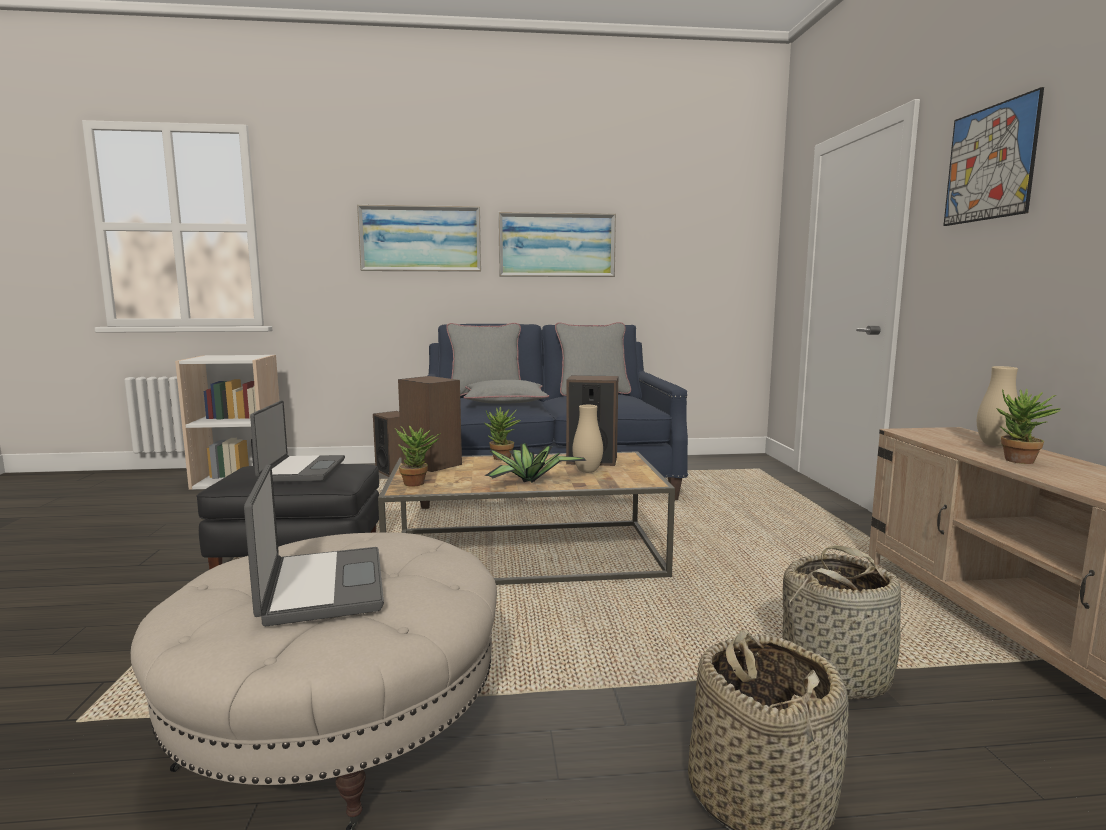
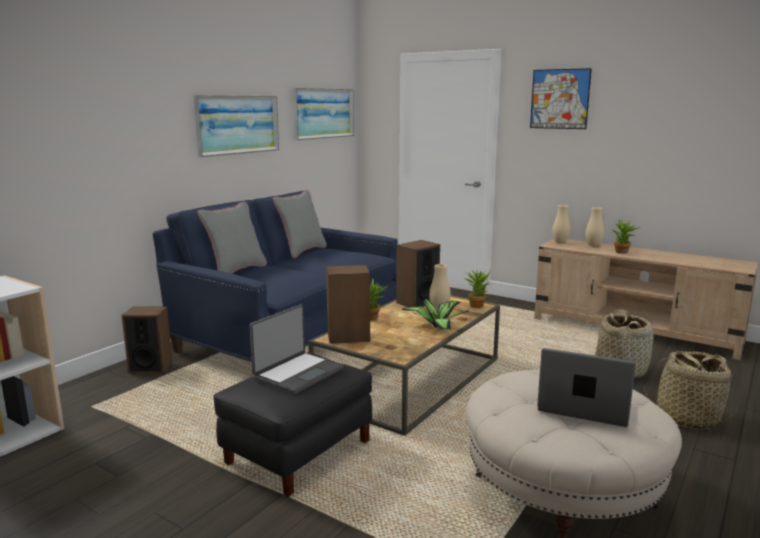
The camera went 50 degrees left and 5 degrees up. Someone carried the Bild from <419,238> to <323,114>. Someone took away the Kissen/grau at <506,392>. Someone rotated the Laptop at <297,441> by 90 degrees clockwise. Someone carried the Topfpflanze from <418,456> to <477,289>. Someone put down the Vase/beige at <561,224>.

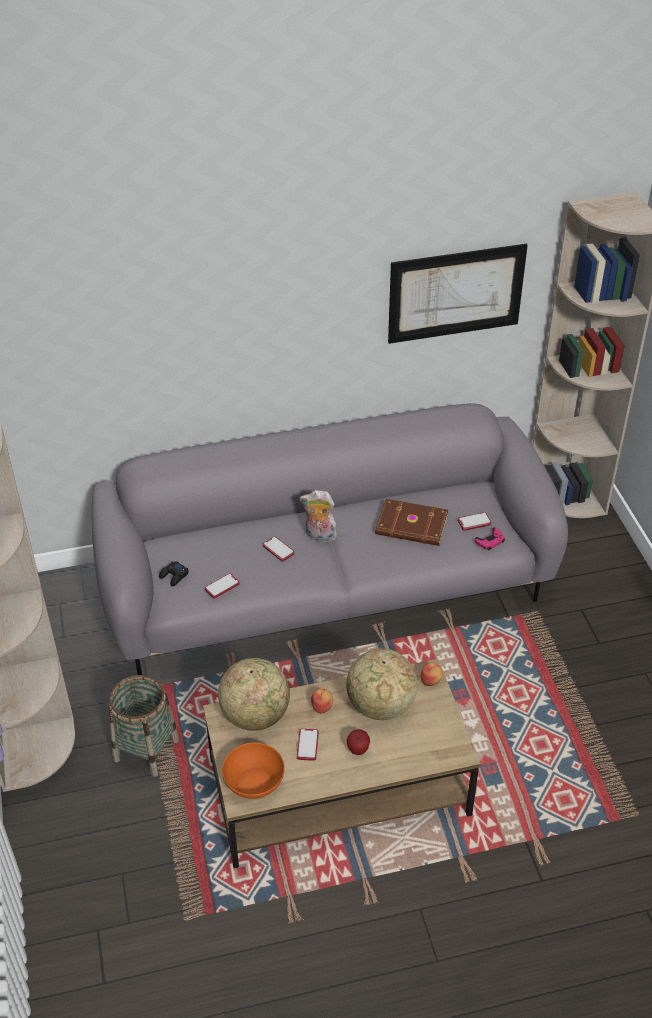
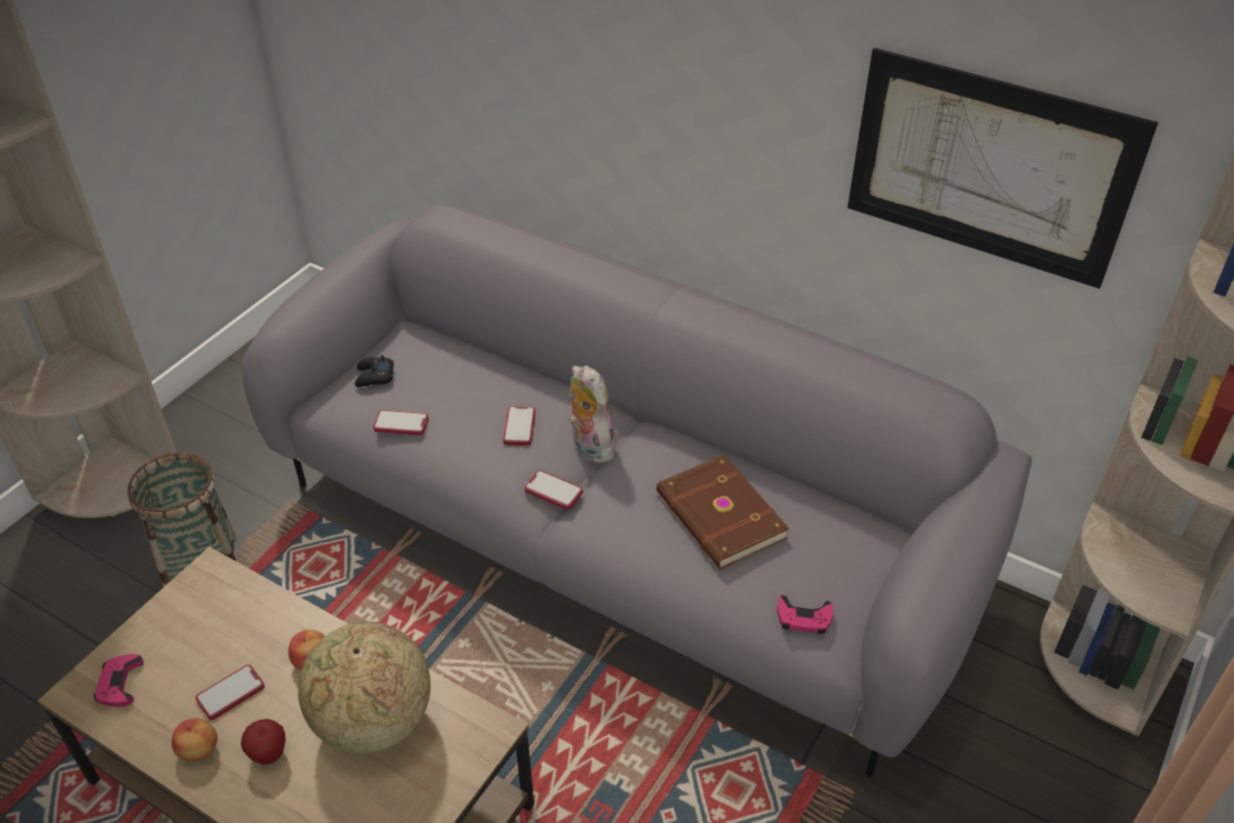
The camera went 45 degrees right and 0 degrees up. Someone carried the Handy from <474,521> to <553,490>. Someone took away the Globus at <254,694>. Someone carried the Apfel from <432,674> to <195,739>. Someone swapped the Schüssel/orange at <253,771> for the Gamepad/rosa at <118,680>.

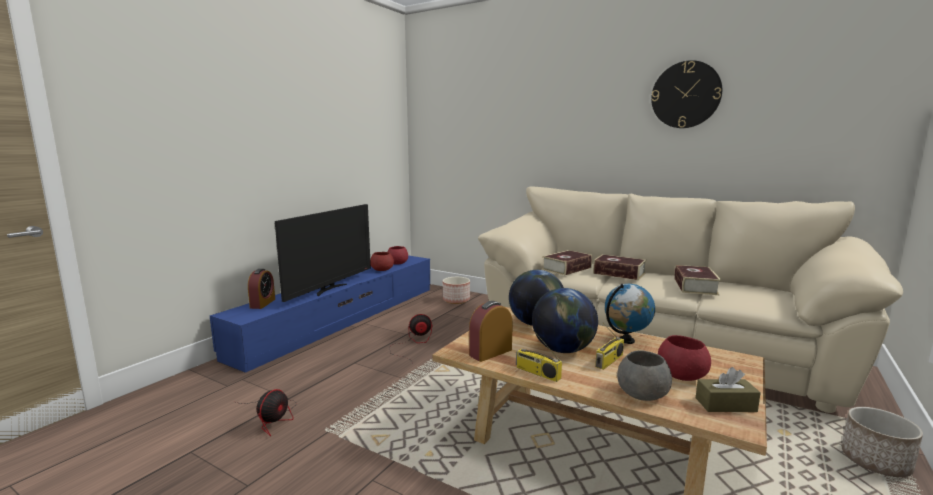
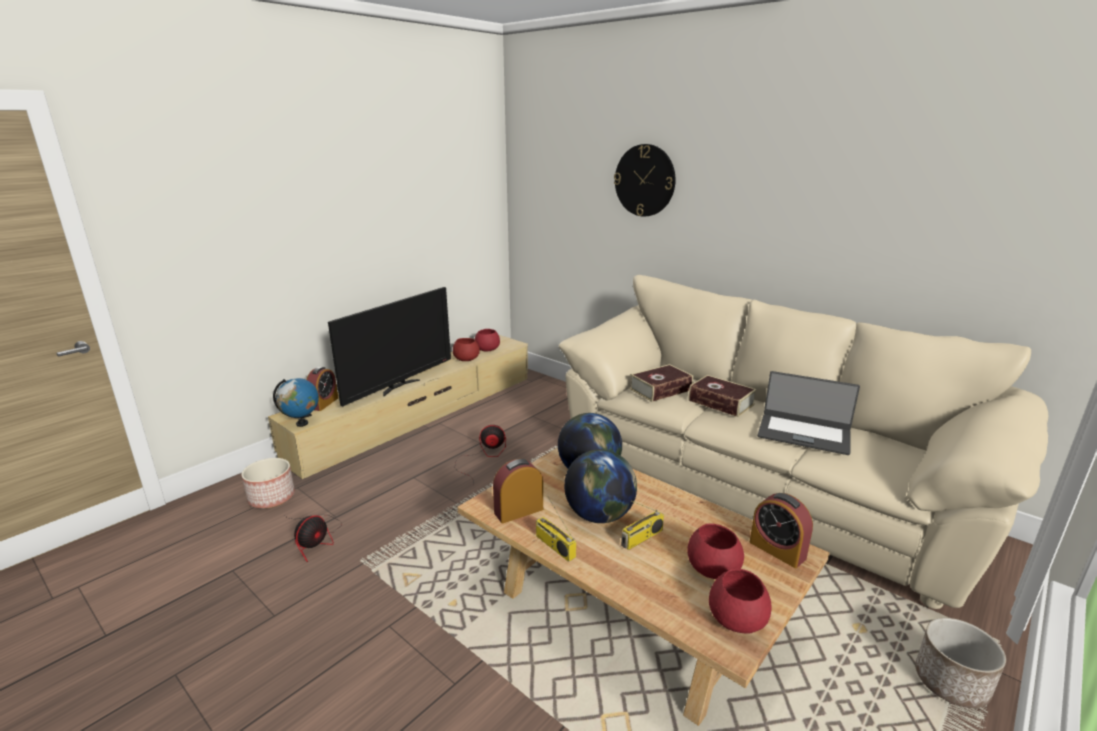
The camera went 10 degrees right and 10 degrees up. Someone carried the Wanduhr from <686,94> to <645,180>. Someone repainted the Fernsehschrank/blau at <320,314>, which became the Fernsehschrank/beige at <398,407>. Someone swapped the Buch at <697,280> for the Laptop at <809,413>. Someone carried the Pflanzkübel from <456,290> to <268,483>. Someone carried the Globus from <630,314> to <296,402>. Someone took away the Schüssel/grau at <644,375>. Someone swapped the Taschentuchbox/braun at <728,389> for the Schüssel/rot at <740,601>. Someone put down the Wecker at <781,530>.

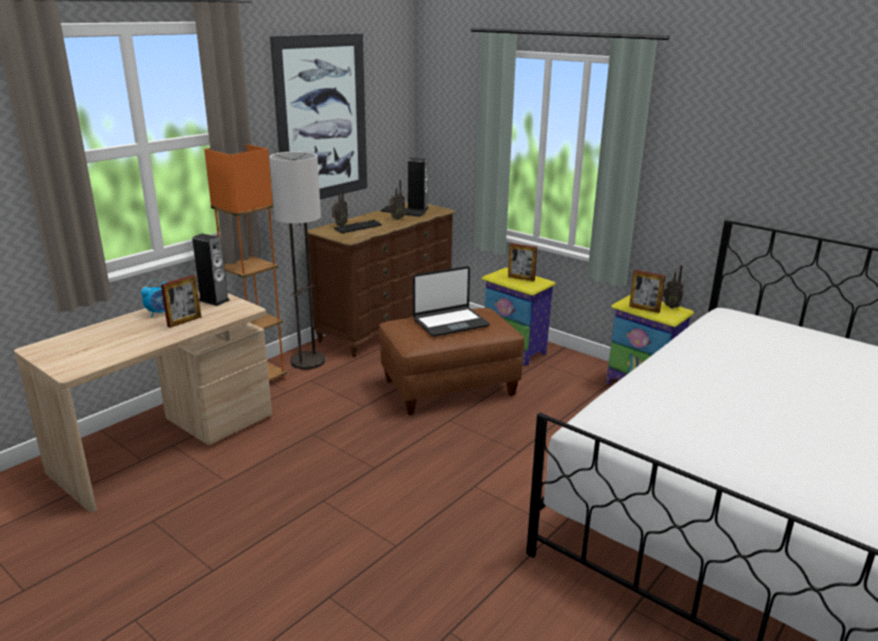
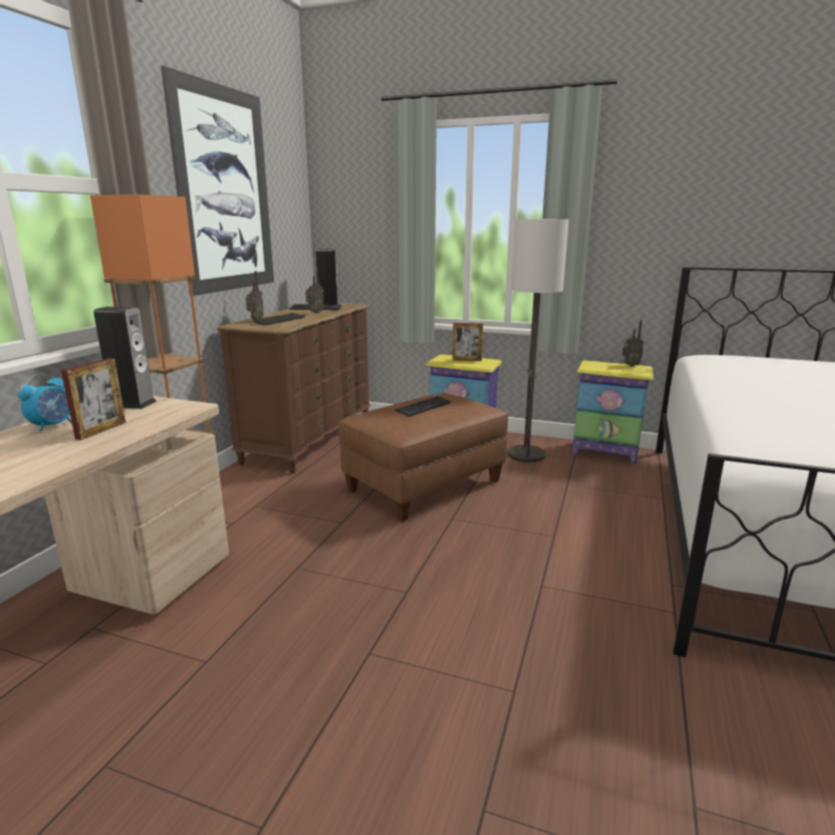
The camera went 20 degrees left and 5 degrees down. Someone carried the Stehlampe from <297,260> to <538,340>. Someone swapped the Laptop at <451,301> for the Tastatur at <423,406>. Someone took away the Bilderrahmen at <647,291>.

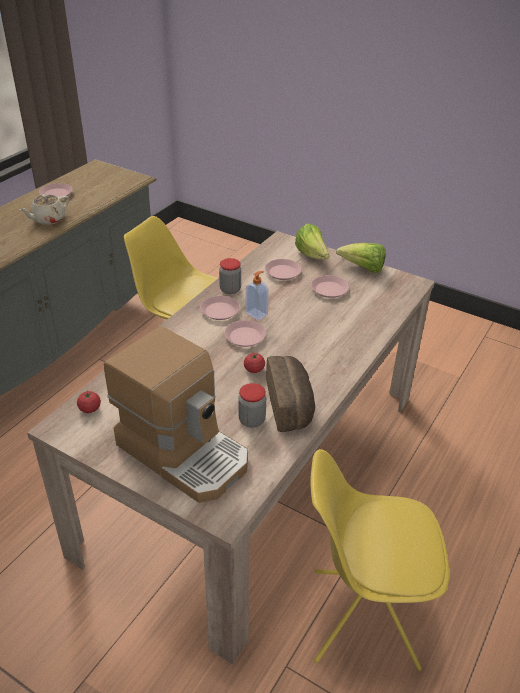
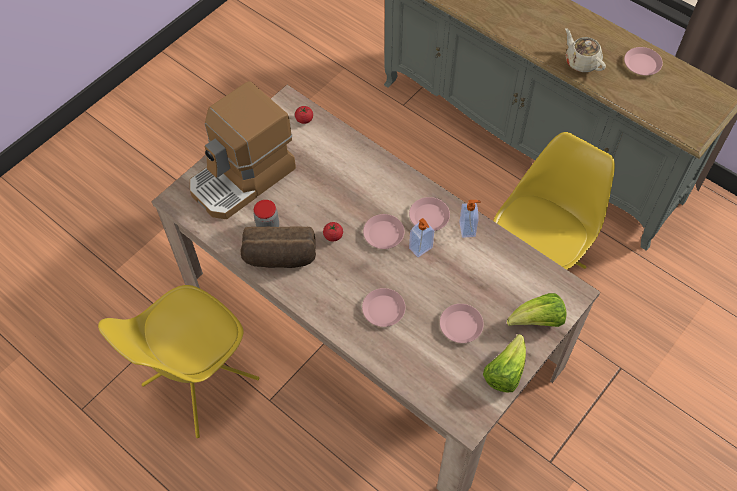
The camera went 100 degrees right and 20 degrees up. Someone swapped the Vorratsglas at <230,276> for the Seifenspender at <470,219>. Someone carried the Teller/rosa from <283,269> to <383,307>. Someone rotated the Stuhl/gelb at <379,560> by 150 degrees counterclockwise.

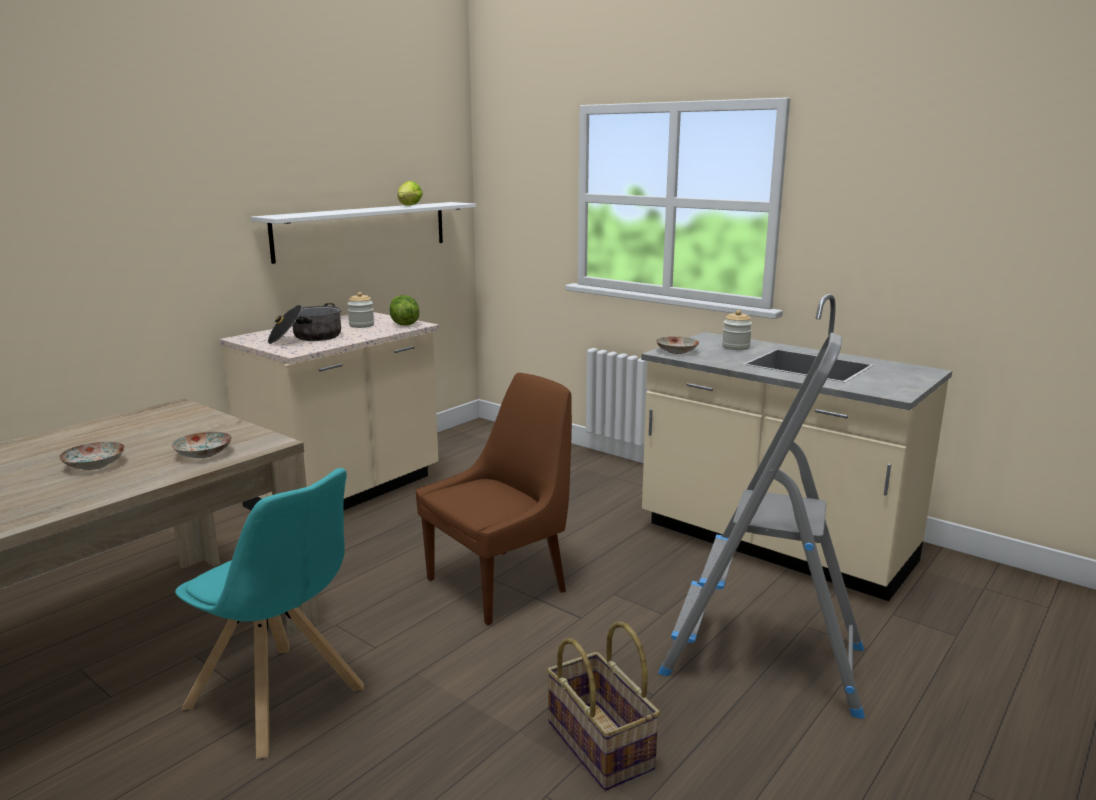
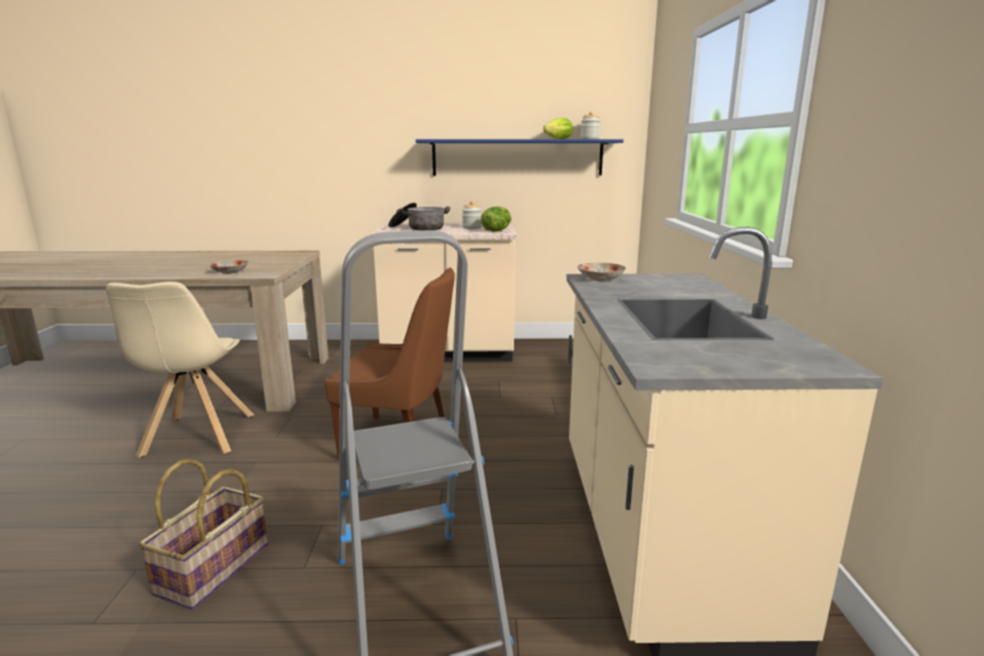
The camera went 50 degrees right and 0 degrees up. Someone repainted the Wandregal/weiß at <363,233>, which became the Wandregal/blau at <519,157>. Someone carried the Vorratsglas from <737,330> to <590,125>. Someone took away the Teller at <92,456>. Someone repainted the Stuhl/türkis at <269,613>, which became the Stuhl/beige at <180,370>.

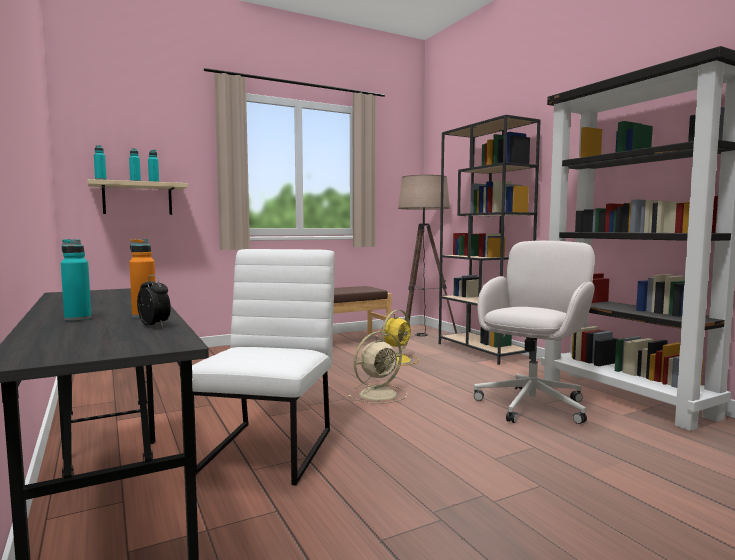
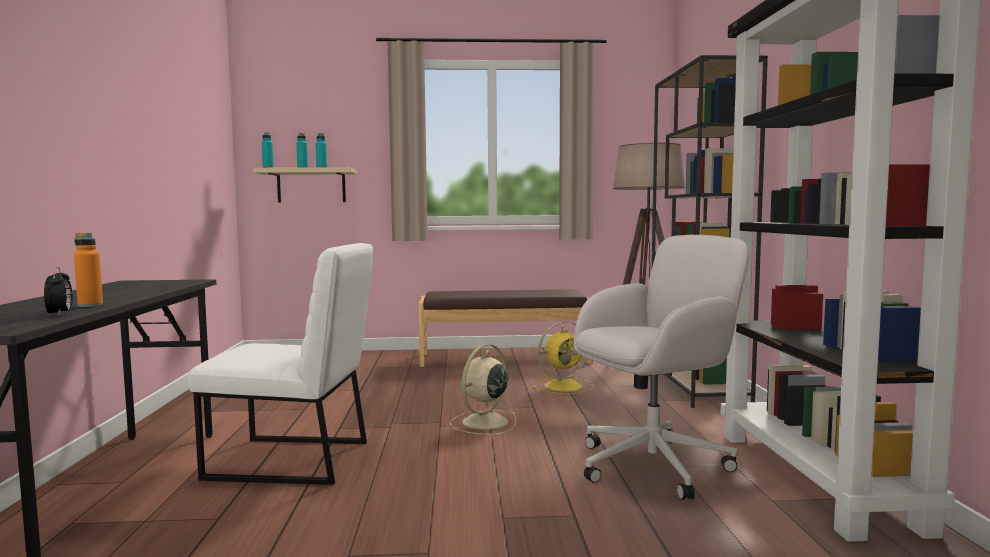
The camera went 25 degrees right and 0 degrees up. Someone took away the Flasche/türkis at <76,280>. Someone rotated the Stuhl/weiß at <263,367> by 60 degrees clockwise. Someone rotated the Ventilator/beige at <378,367> by 135 degrees clockwise.

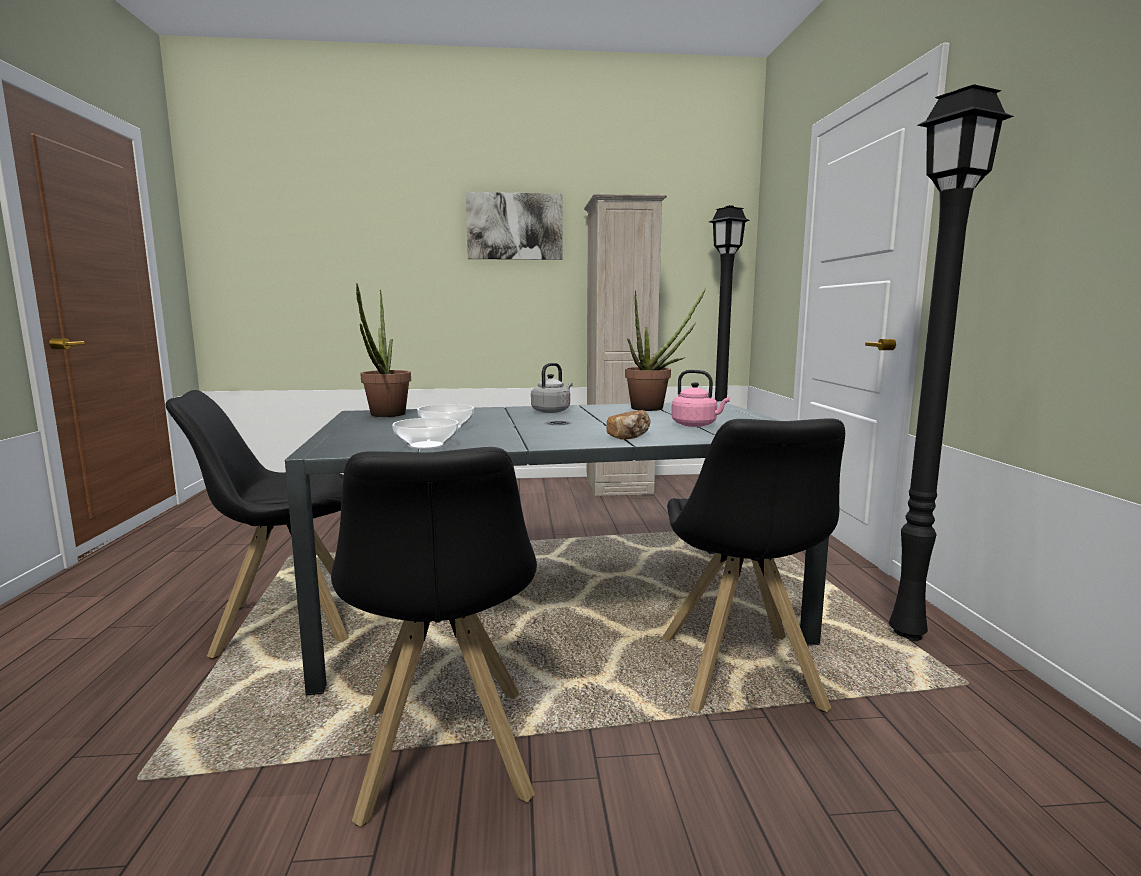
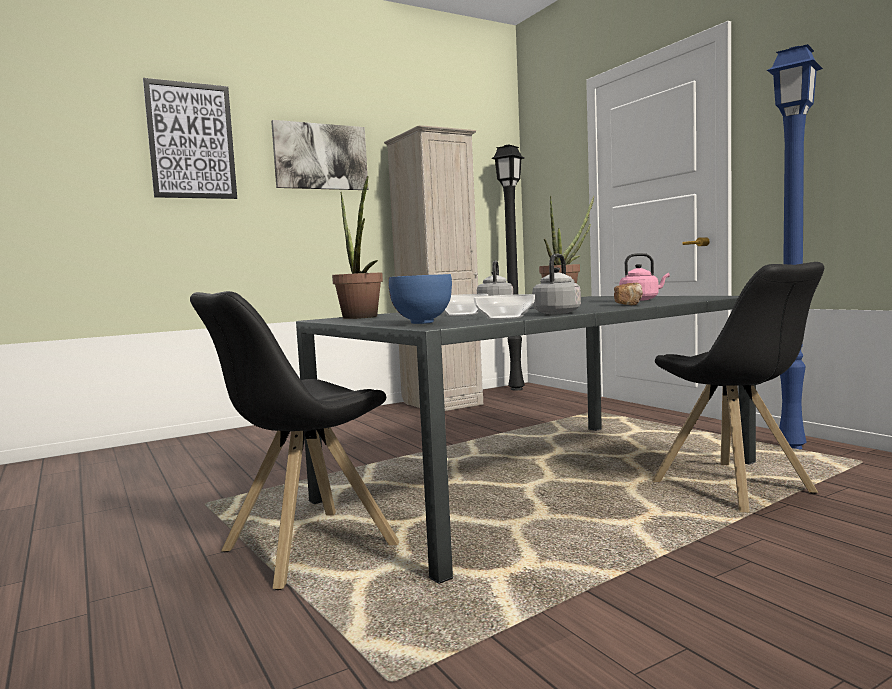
The camera went 25 degrees left and 5 degrees down. Someone repainted the Stehlampe/schwarz at <951,362>, which became the Stehlampe/blau at <795,247>. Someone took away the Stuhl/schwarz at <434,637>. Someone put up the Bild at <190,138>. Someone put down the Wasserkessel/grau at <556,284>. Someone put down the Schüssel/blau at <420,299>.

